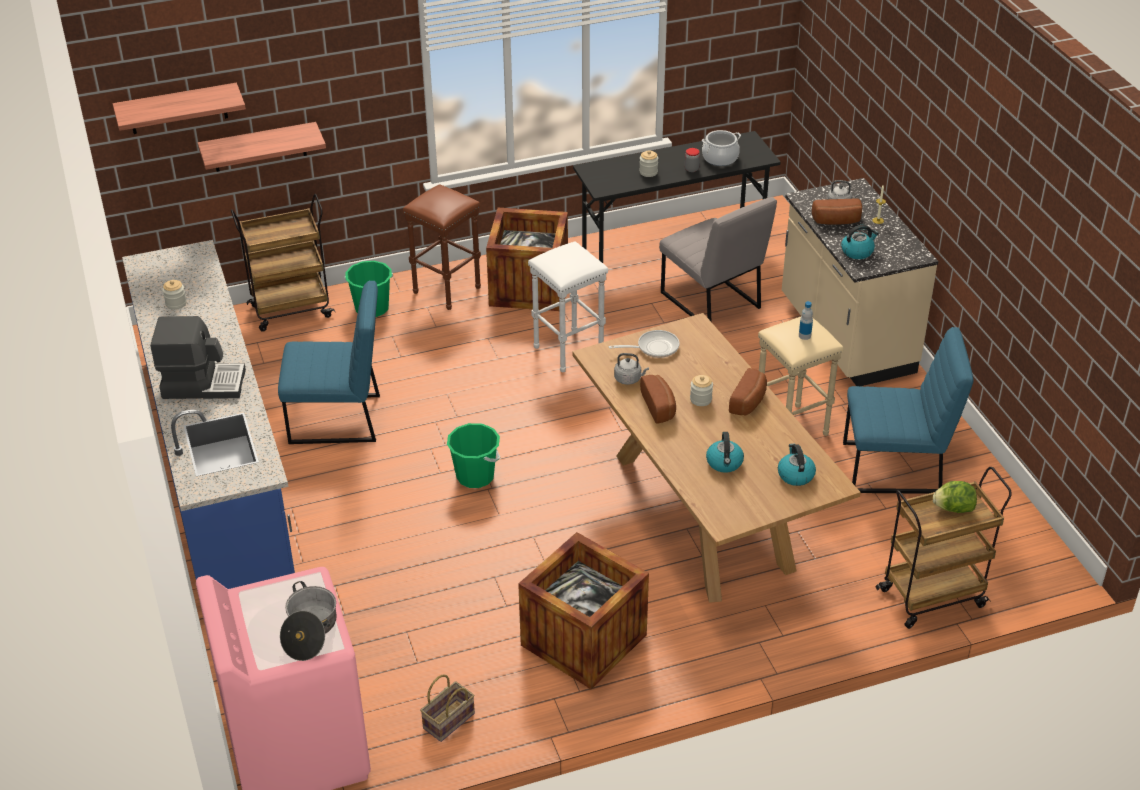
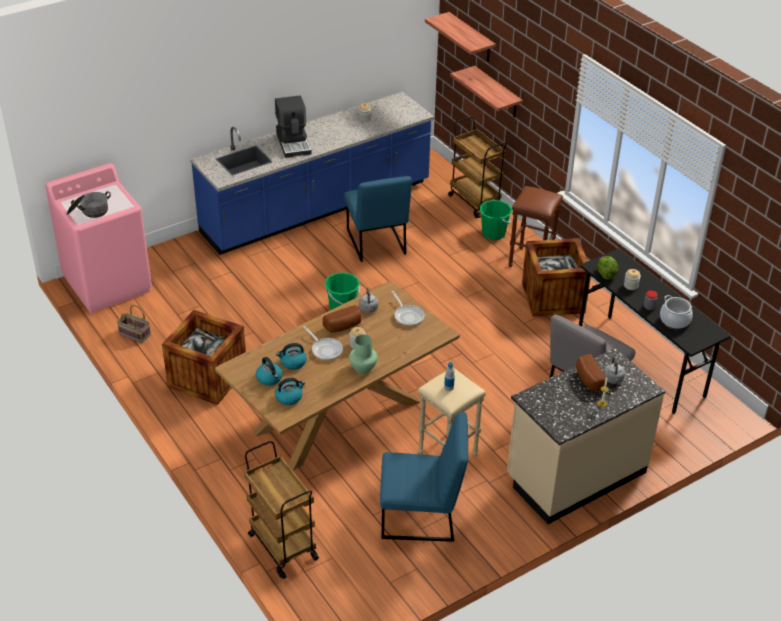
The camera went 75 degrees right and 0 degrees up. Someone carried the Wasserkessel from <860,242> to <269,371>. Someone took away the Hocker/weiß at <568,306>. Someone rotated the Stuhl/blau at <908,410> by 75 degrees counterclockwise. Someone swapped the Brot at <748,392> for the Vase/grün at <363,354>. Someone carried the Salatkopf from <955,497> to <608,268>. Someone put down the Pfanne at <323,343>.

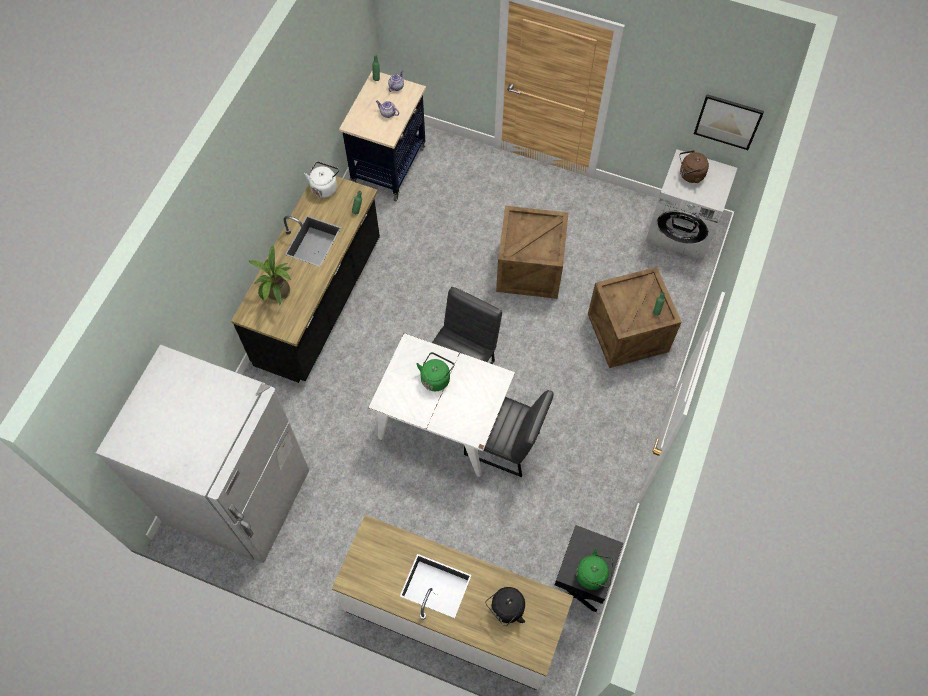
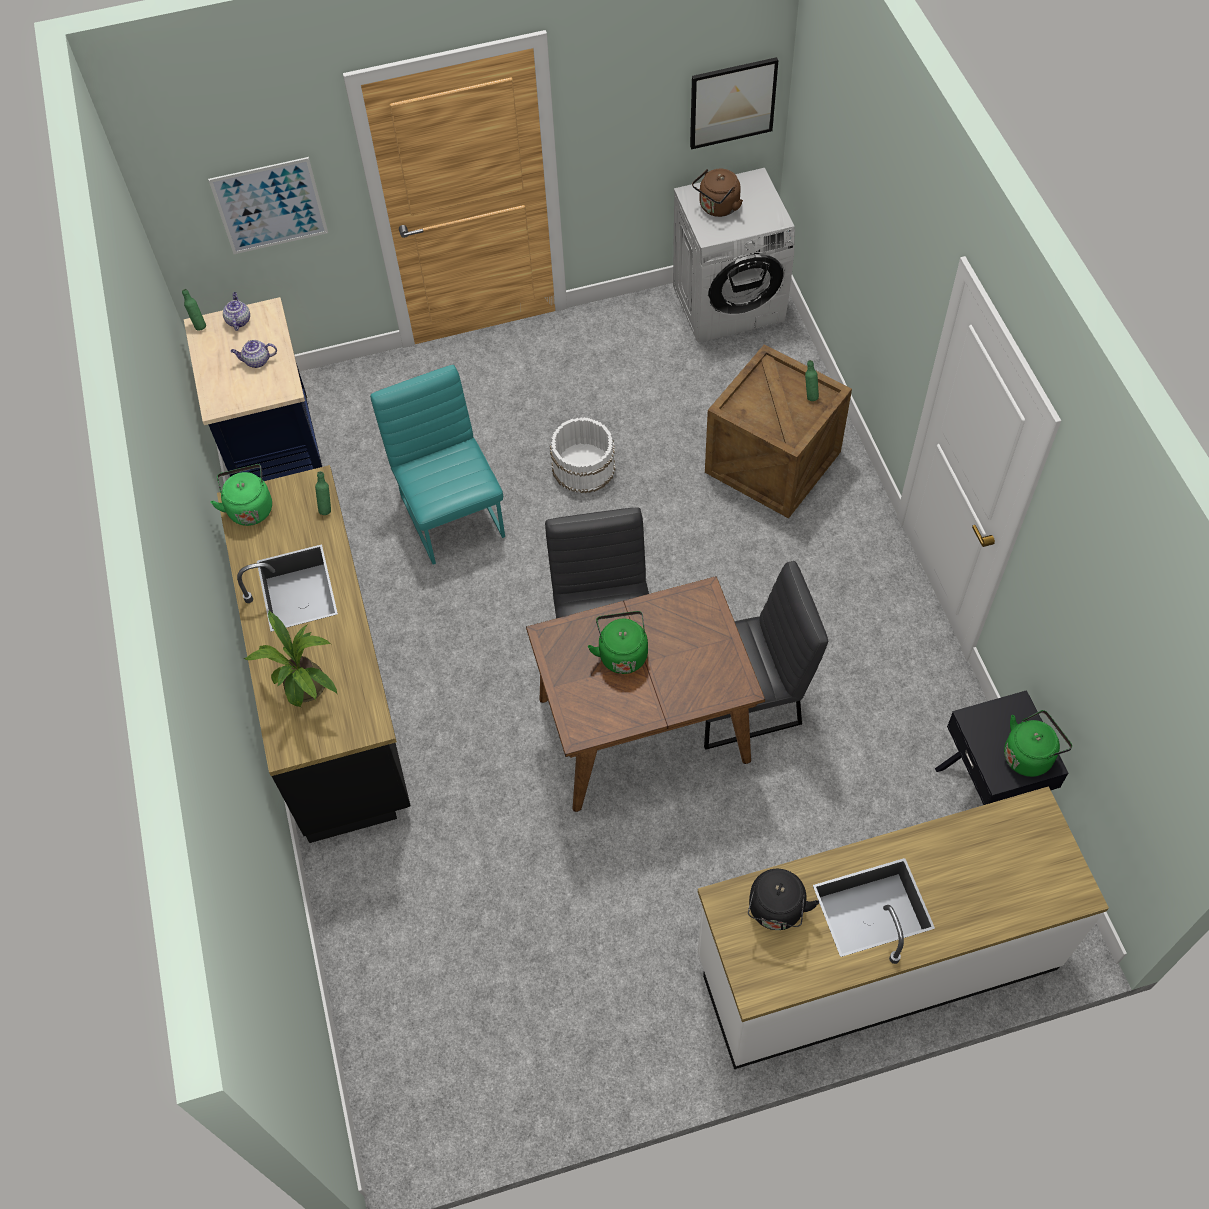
The camera went 35 degrees left and 5 degrees down. Someone repainted the Wasserkessel/weiß at <321,180>, which became the Wasserkessel/grün at <241,495>. Someone swapped the Kiste at <532,252> for the Eimer/weiß at <583,455>. Someone repainted the Esstisch/weiß at <441,405>, which became the Esstisch/braun at <645,694>. Someone took away the Kühlschrank/weiß at <202,453>. Someone carried the Wasserkessel/schwarz from <505,606> to <783,899>. Someone put up the Bild at <268,205>. Someone put down the Stuhl/türkis at <437,465>.

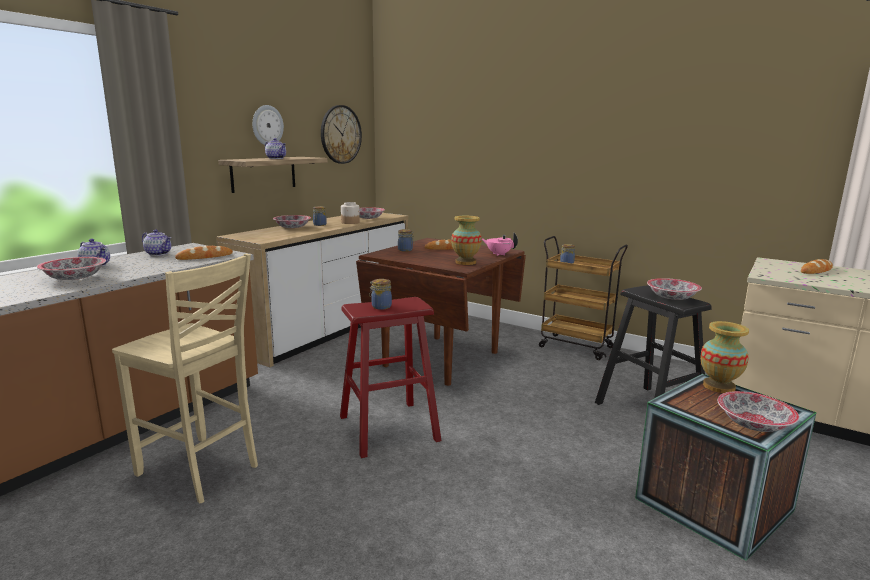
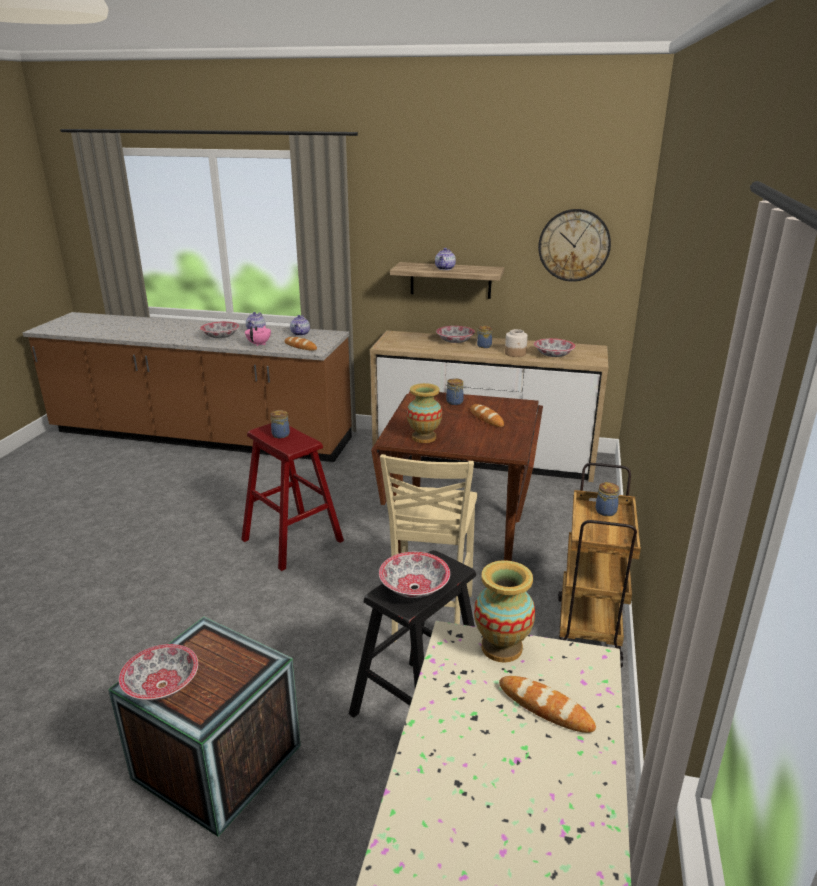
The camera went 70 degrees right and 10 degrees up. Someone took away the Wanduhr at <268,125>. Someone carried the Teekanne/rosa from <500,244> to <258,336>. Someone carried the Stuhl/beige from <185,378> to <428,548>. Someone carried the Vase from <724,357> to <504,611>.

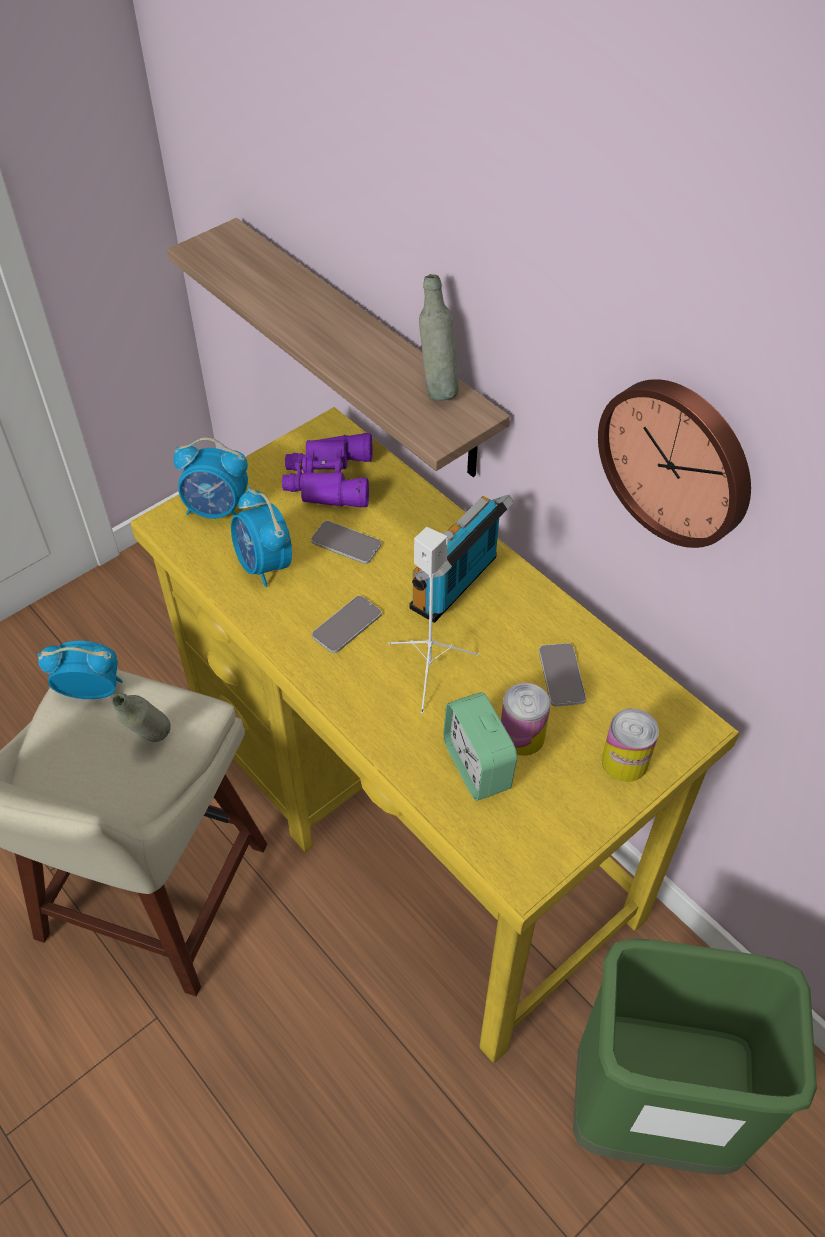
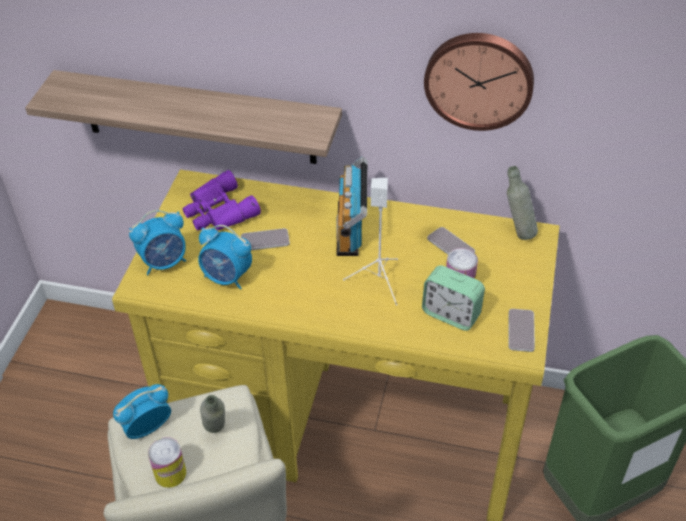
The camera went 35 degrees left and 5 degrees down. Someone carried the Flasche/grau from <439,337> to <522,203>. Someone carried the Handy from <347,624> to <522,330>. Someone carried the Dose from <630,745> to <167,462>.

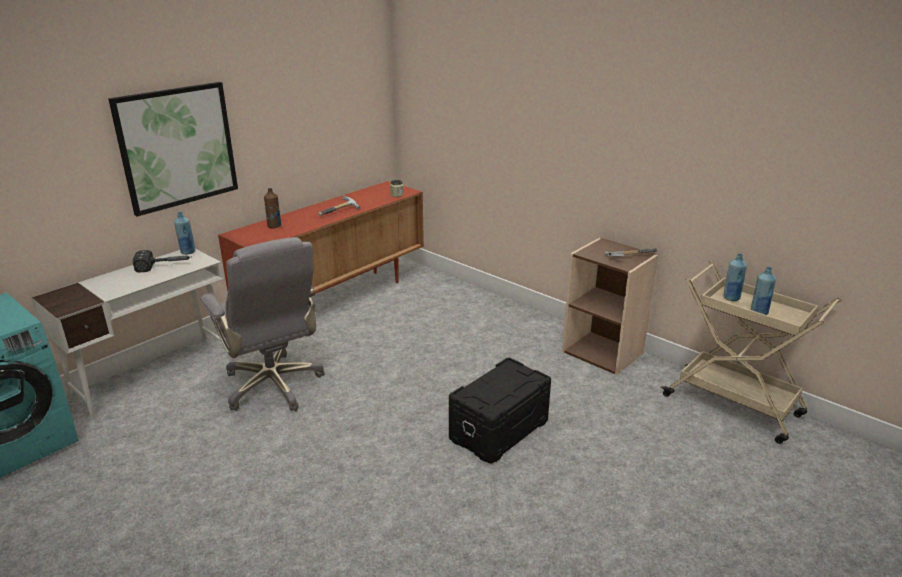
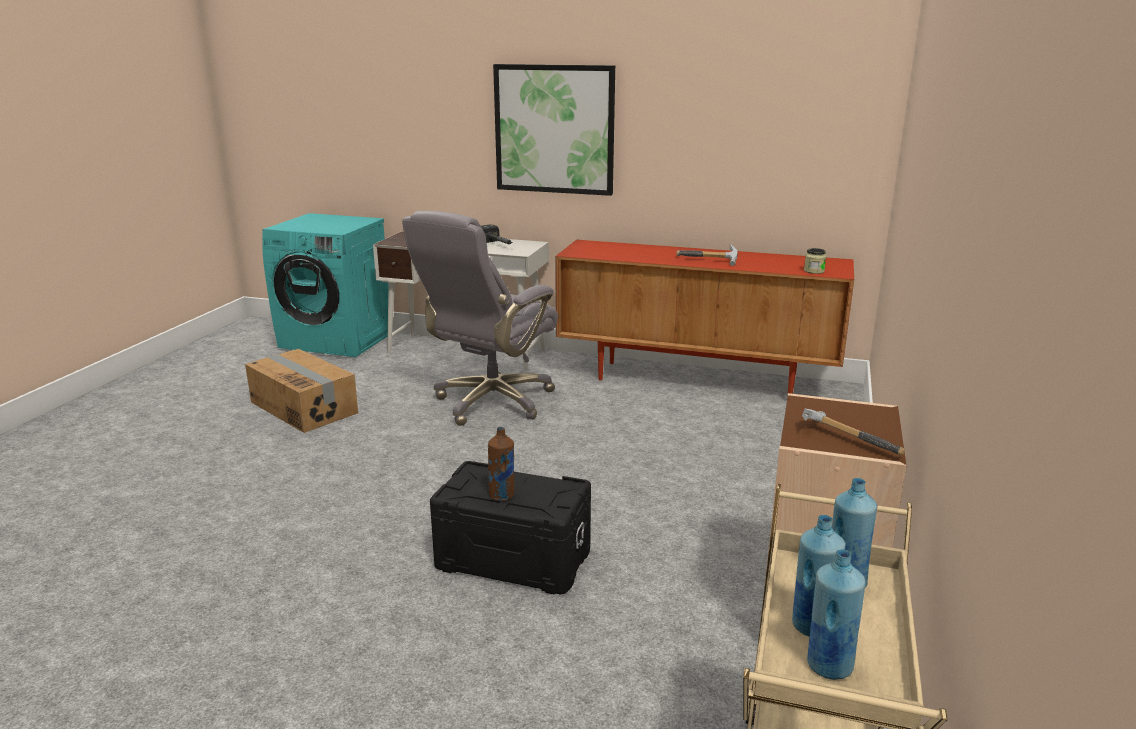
The camera went 65 degrees right and 5 degrees down. Someone carried the Flasche/braun from <272,208> to <501,464>. Someone carried the Flasche/blau from <184,233> to <836,614>. Someone put down the Karton at <301,391>.

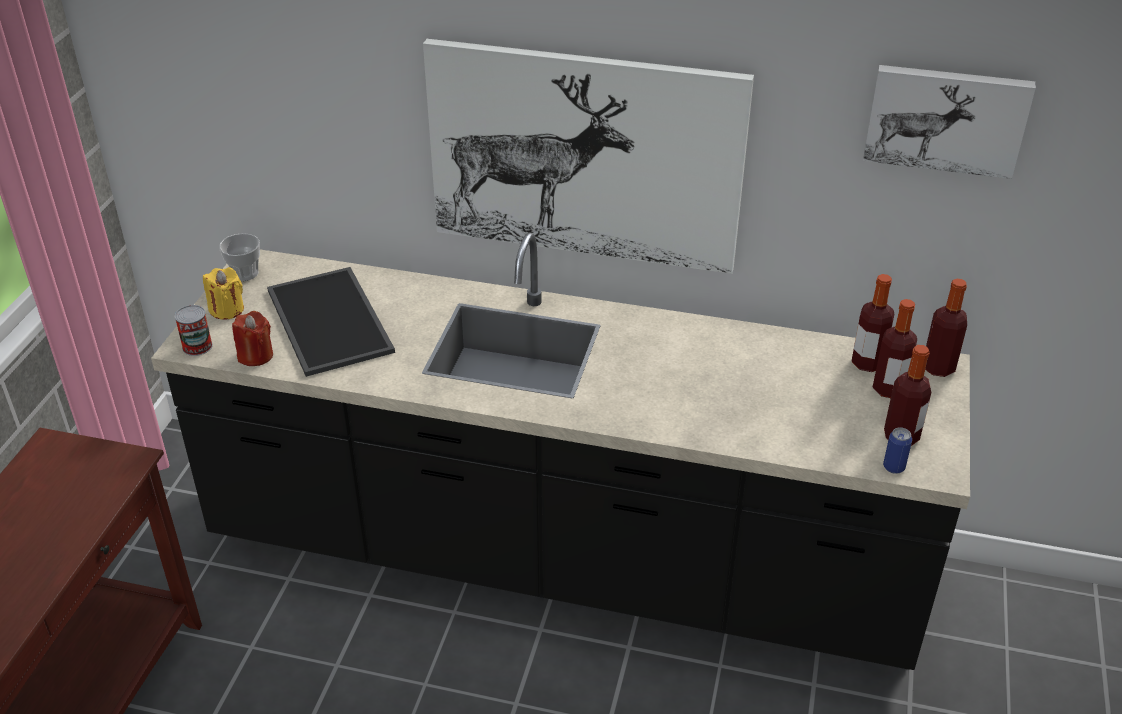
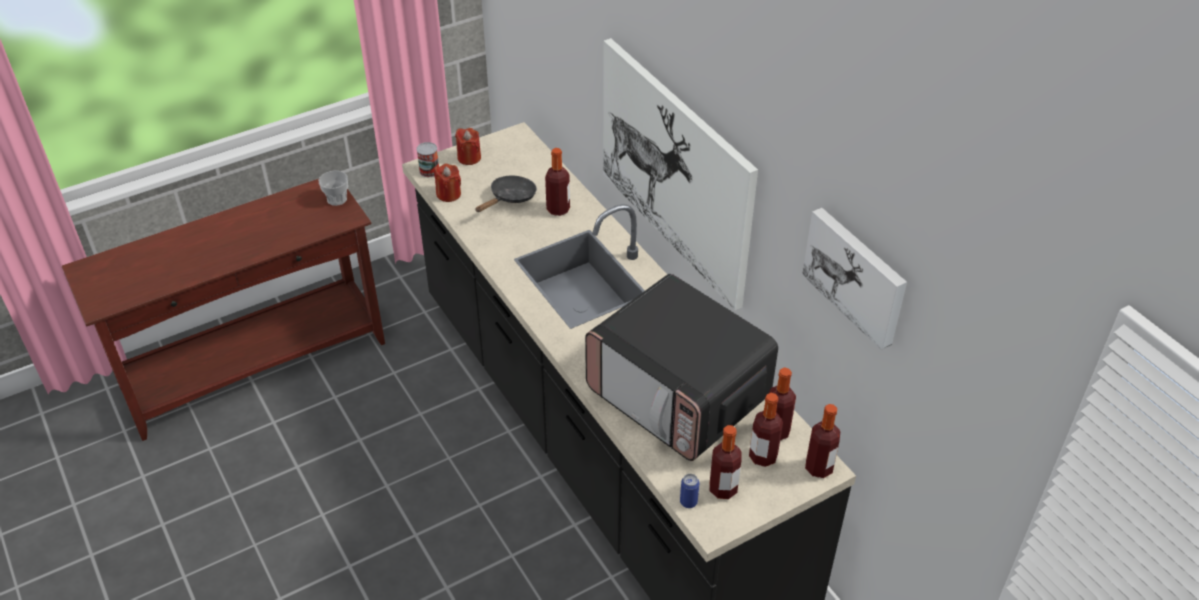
The camera went 45 degrees right and 5 degrees up. Someone carried the Tasse from <239,257> to <333,188>. Someone repainted the Kerze/gelb at <223,293>, which became the Kerze/rot at <468,146>. Someone swapped the Tablett at <331,322> for the Pfanne/schwarz at <506,193>. Someone put down the Flasche at <557,182>. Someone put down the Mikrowelle at <681,367>.

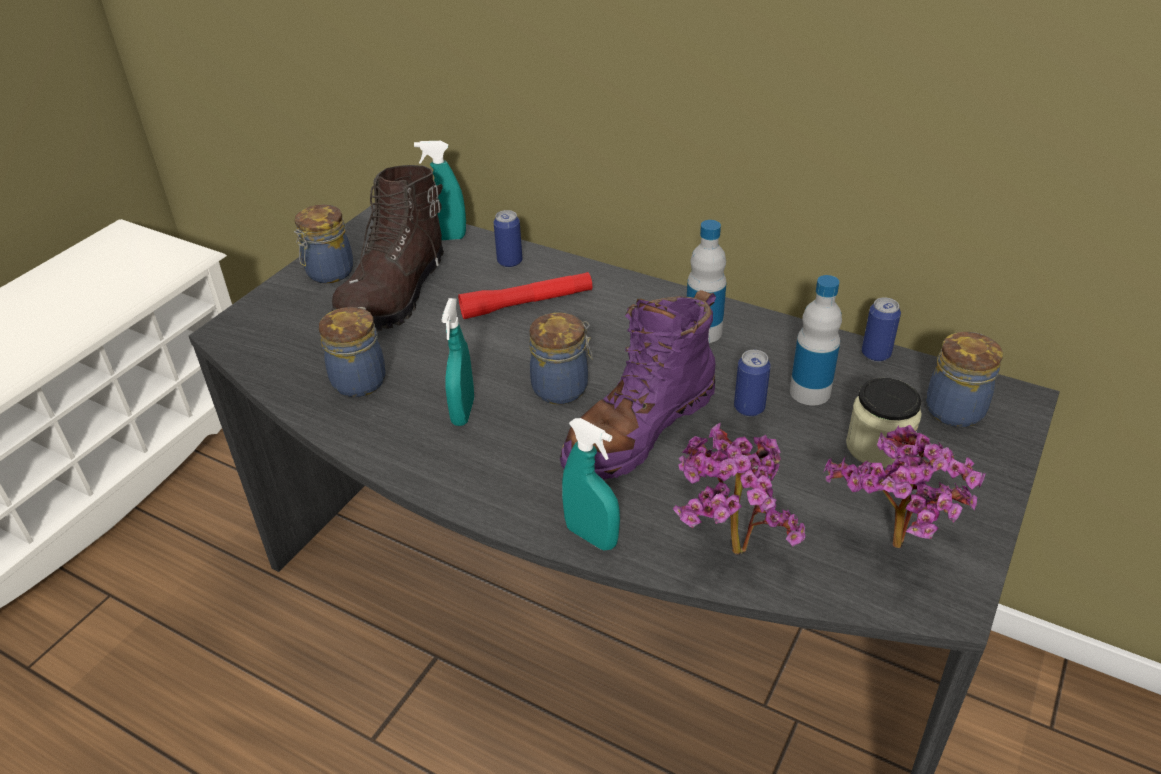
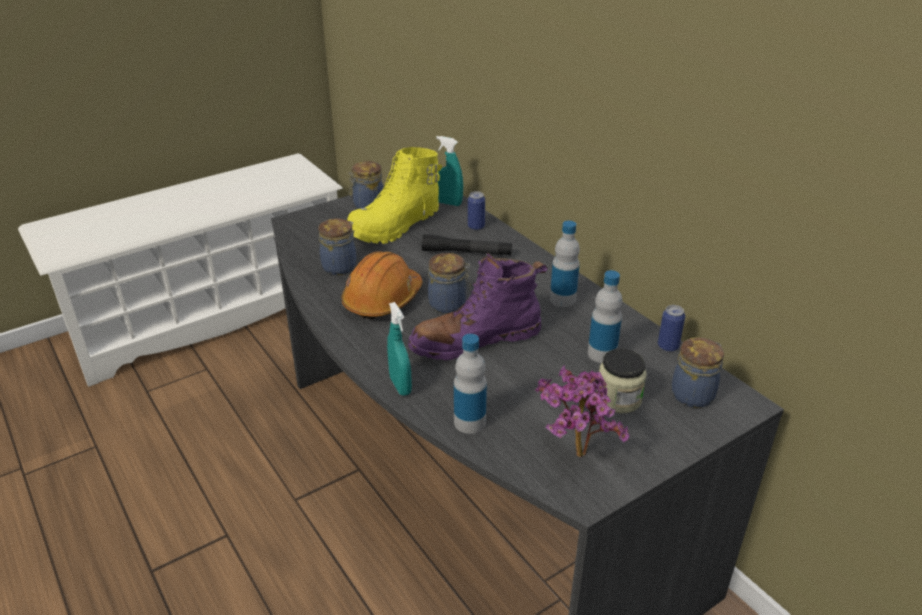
The camera went 25 degrees right and 5 degrees down. Someone repainted the Stiefel/braun at <388,248>, which became the Stiefel/gelb at <394,195>. Someone repainted the Taschenlampe/rot at <525,295>, which became the Taschenlampe/schwarz at <467,244>. Someone swapped the Sprühflasche/türkis at <458,362> for the Schutzhelm/orange at <382,285>. Someone took away the Dose at <752,383>. Someone swapped the Topfpflanze at <739,489> for the Flasche at <470,384>.

